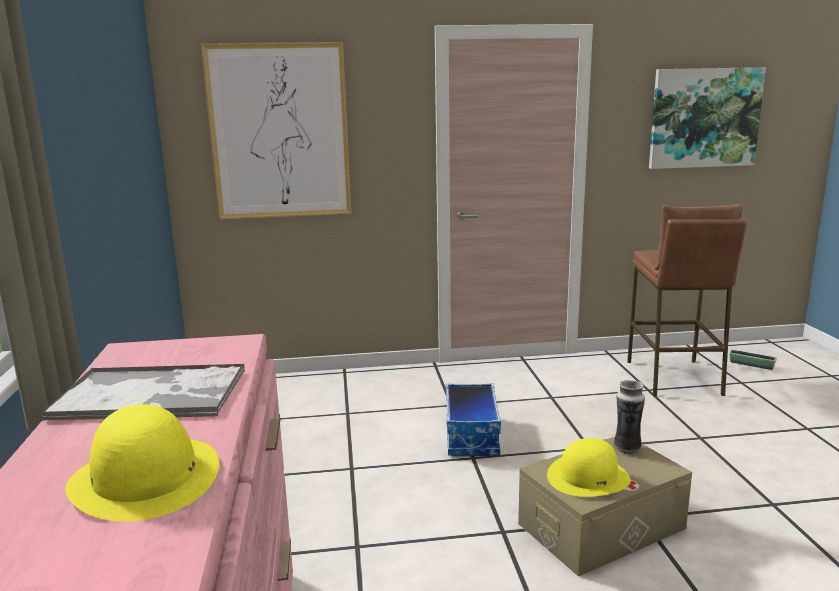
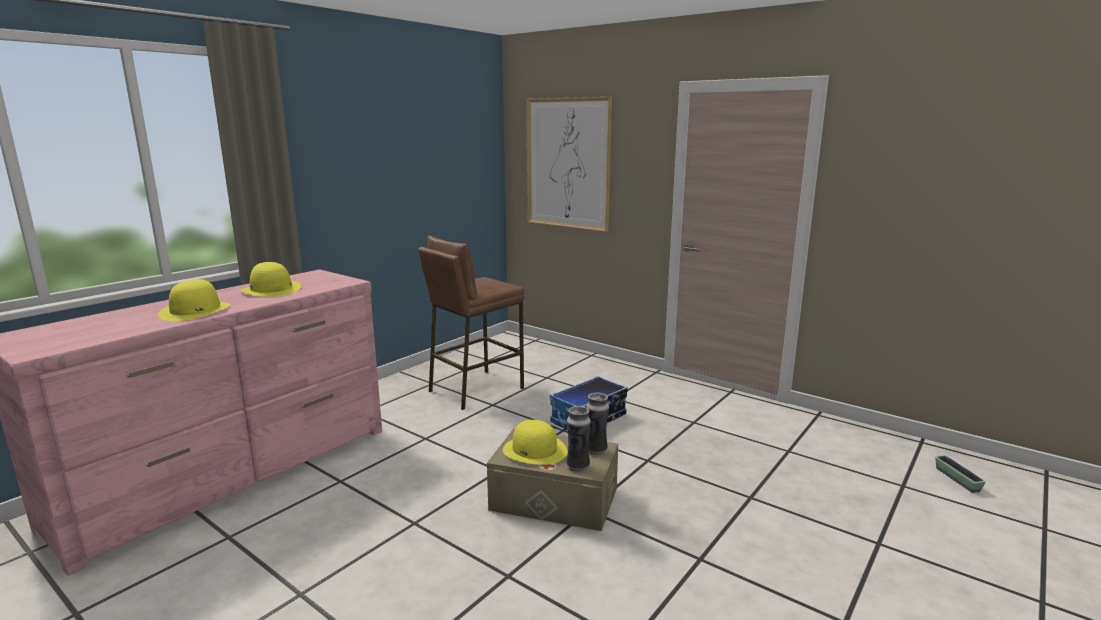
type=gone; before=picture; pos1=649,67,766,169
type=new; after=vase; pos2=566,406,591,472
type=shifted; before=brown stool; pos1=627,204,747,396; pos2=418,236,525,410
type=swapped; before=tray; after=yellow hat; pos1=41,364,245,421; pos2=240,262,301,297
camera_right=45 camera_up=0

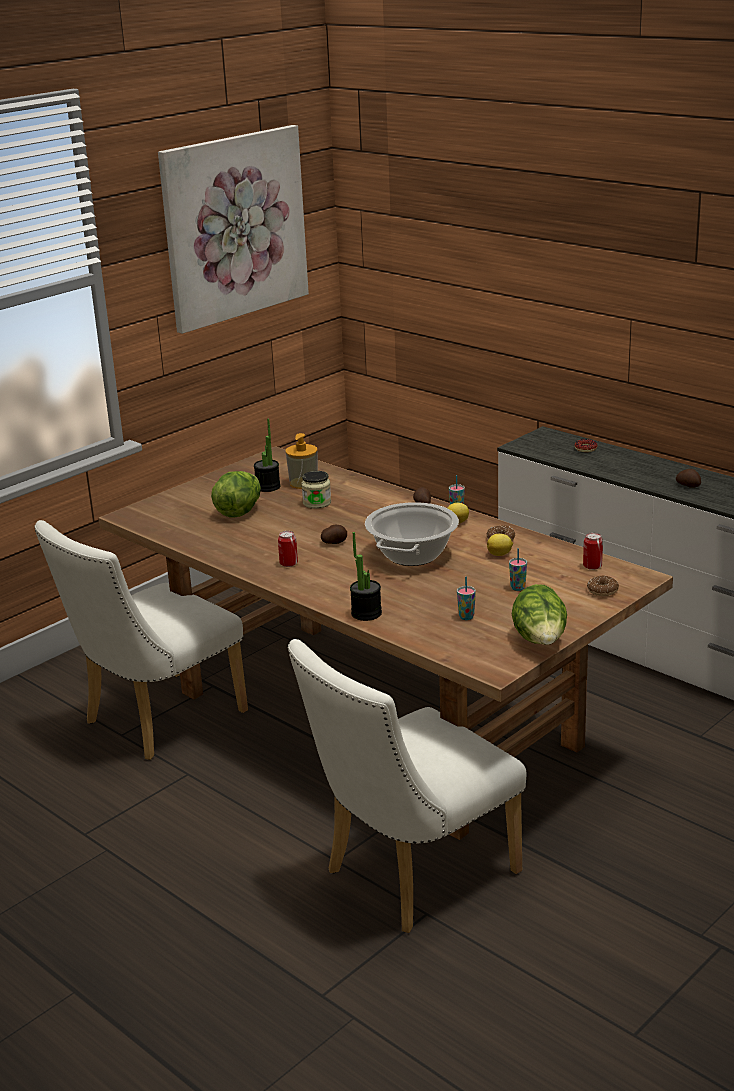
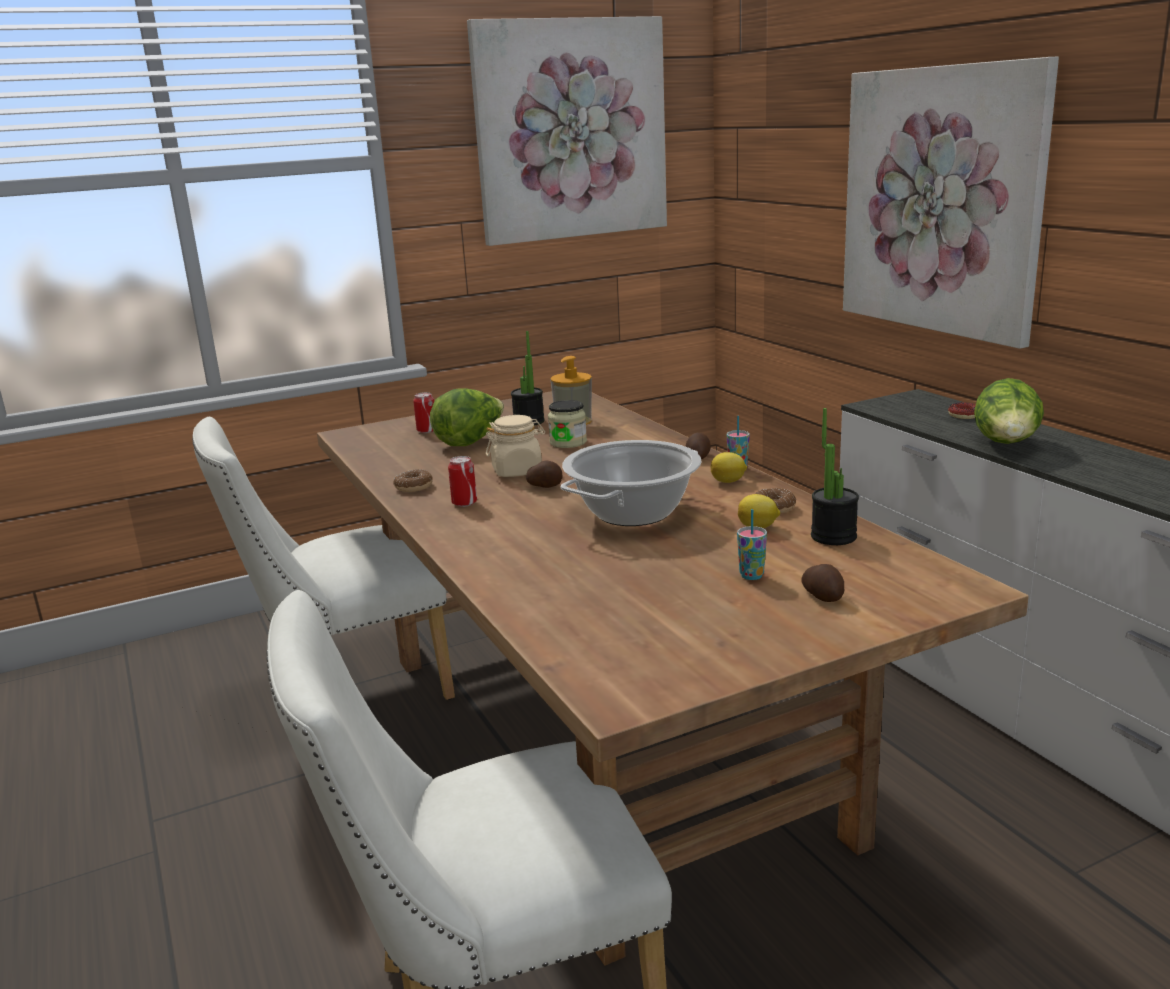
type=gone; before=cup; pos1=457,576,476,620
type=new; after=beige jar; pos2=486,415,545,477
type=new; after=picture; pos2=843,56,1059,349
type=shifted; before=potted plant; pos1=350,532,382,621; pos2=811,408,859,545
type=shifted; before=lettuce; pos1=512,584,567,645; pos2=974,378,1044,444
type=shifted; before=can; pos1=583,532,603,570; pos2=413,392,434,433
type=shifted; before=donut; pos1=587,576,619,596; pos2=393,469,433,492
type=shifted; before=potato; pos1=676,469,701,488; pos2=801,564,844,602
camera_right=20 camera_up=-5

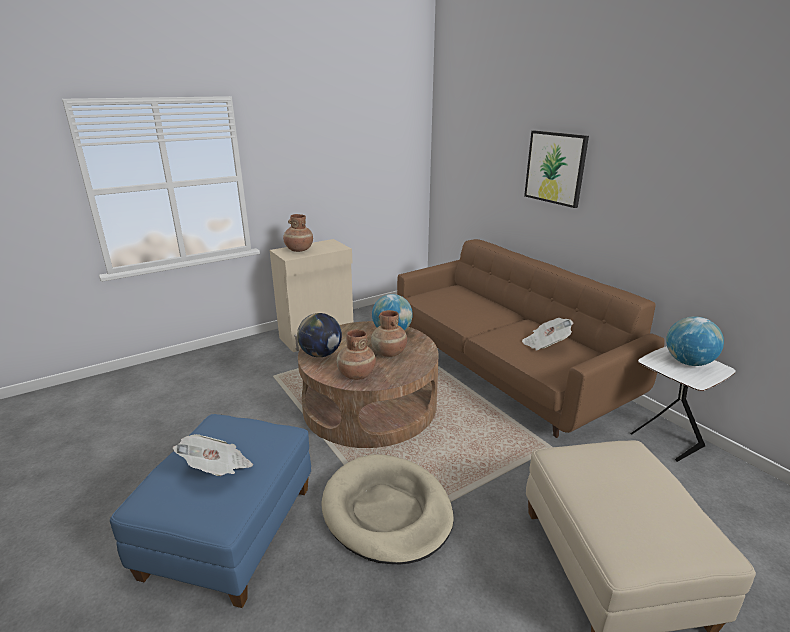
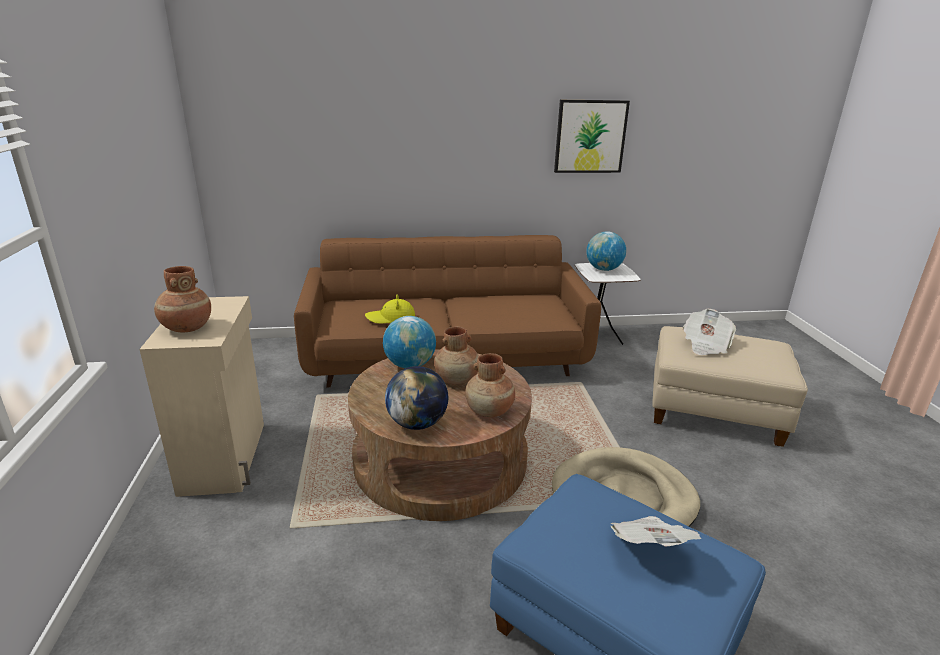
type=new; after=yellow hat; pos2=365,294,415,324
type=shifted; before=newspaper; pos1=522,318,574,350; pos2=683,309,736,355
type=shifted; before=picture; pos1=524,130,589,208; pos2=554,100,630,173
camera_right=-65 camera_up=0

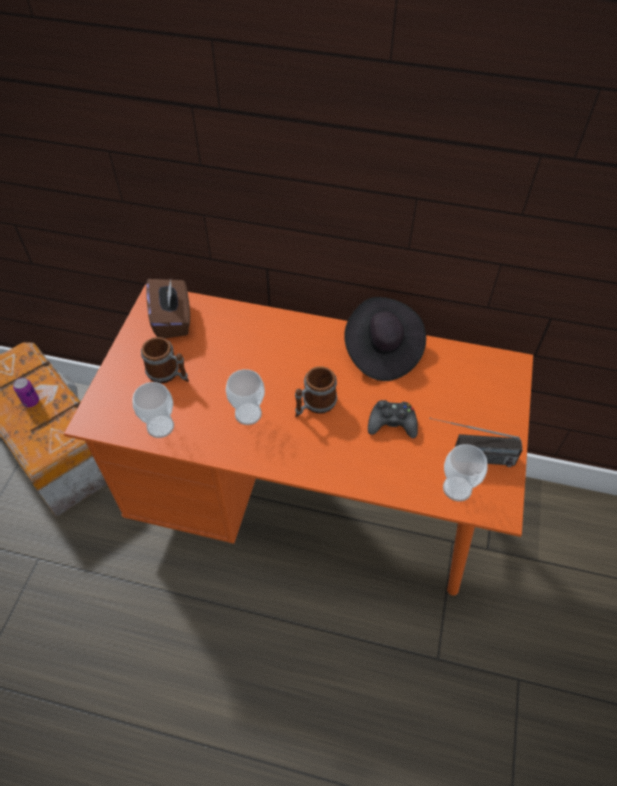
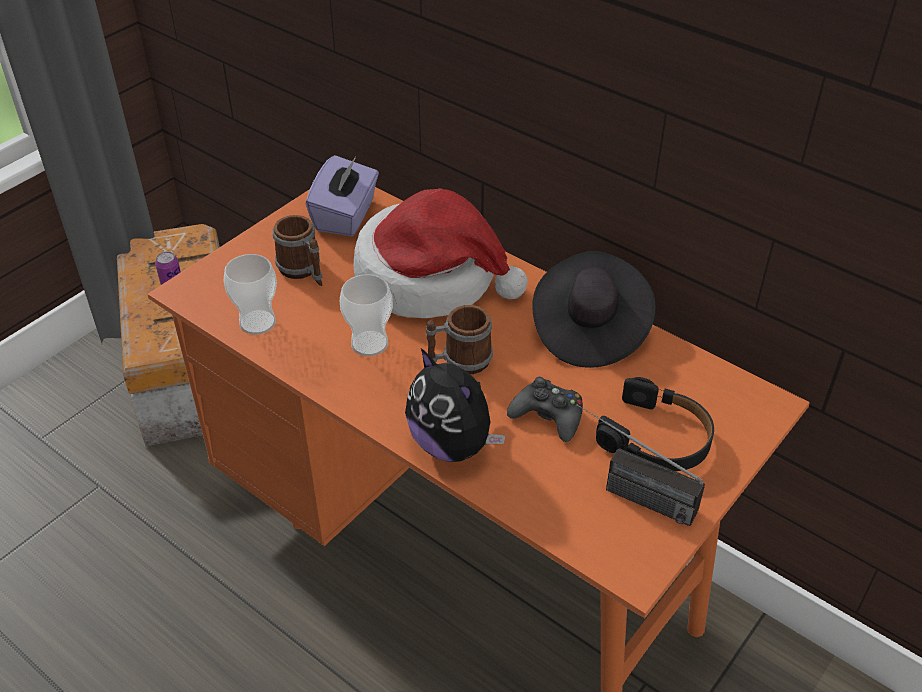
type=gone; before=cup; pos1=443,444,488,502
type=new; after=hat; pos2=353,189,528,318
type=new; after=plush toy; pos2=405,348,506,462
type=new; after=black headphones; pos2=596,377,714,471
type=repainted; before=brown tissue box; after=purple tissue box; pos1=146,279,190,338; pos2=306,155,379,236
camera_right=25 camera_up=-10

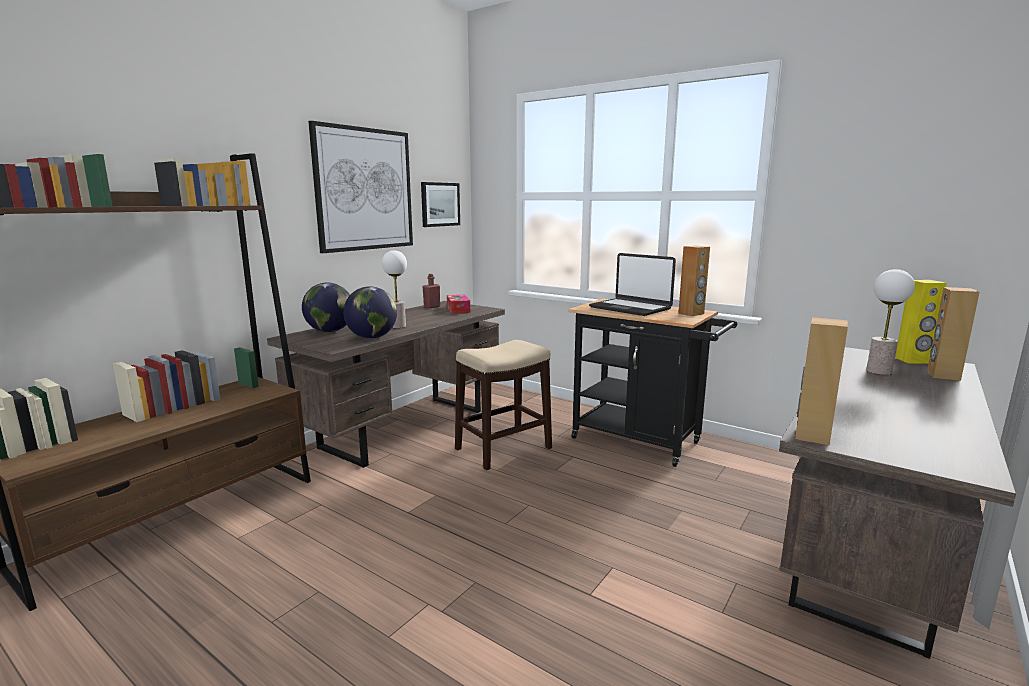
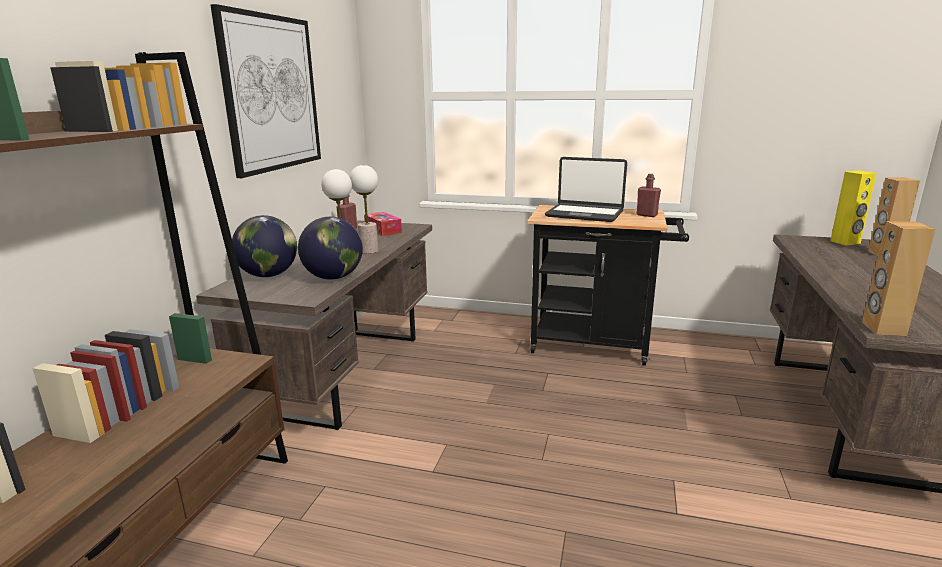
type=gone; before=picture; pos1=421,182,460,227
type=gone; before=stool; pos1=455,340,552,470
type=shifted; before=table lamp; pos1=867,269,915,375; pos2=350,165,378,254
type=swapped; before=brown speaker; after=red bottle; pos1=678,246,710,316; pos2=636,174,661,217
camera_right=-20 camera_up=5

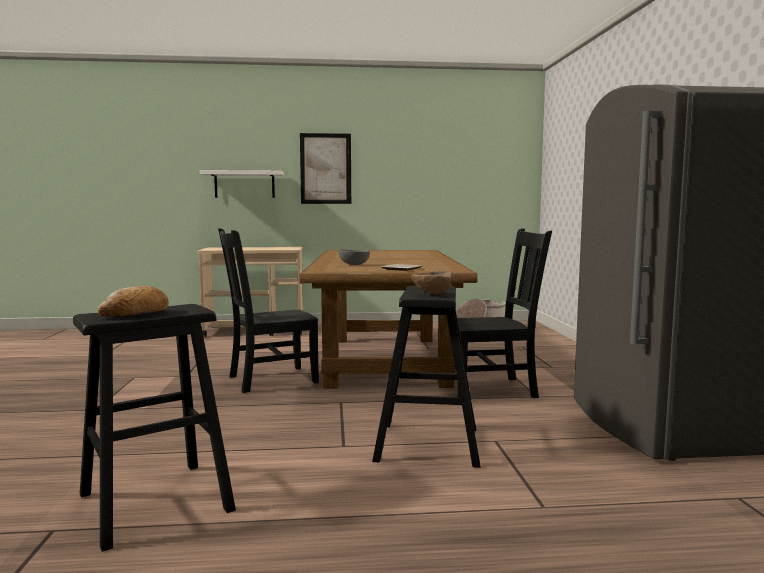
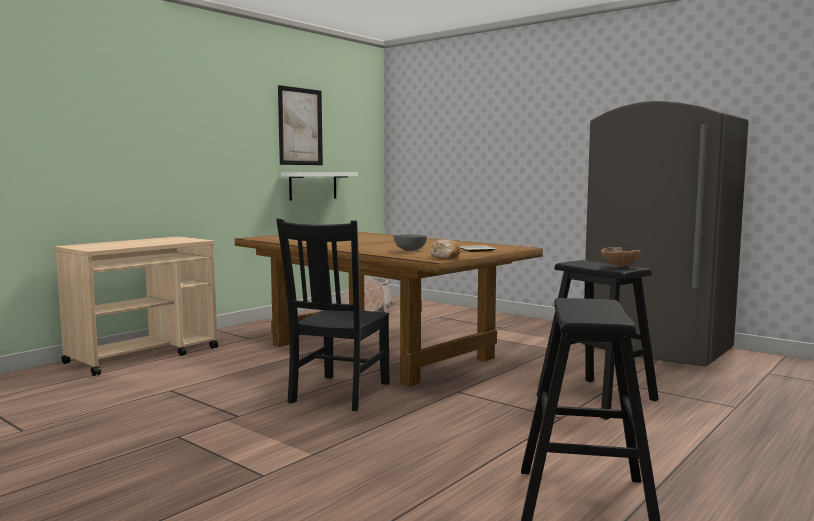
type=gone; before=black chair; pos1=447,228,552,398
type=shifted; before=bread; pos1=98,286,169,317; pos2=430,239,461,259
type=shifted; before=white shelf; pos1=200,170,284,198; pos2=281,172,358,200
type=shifted; before=picture; pos1=300,133,351,204; pos2=278,85,323,165
camera_right=-45 camera_up=0

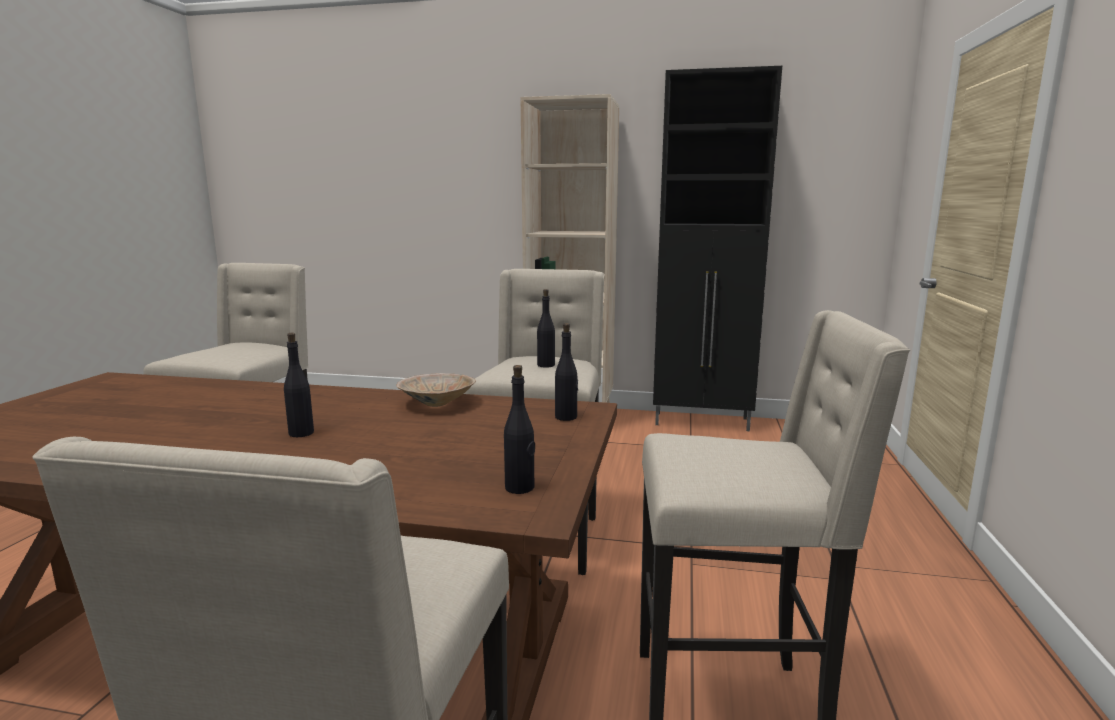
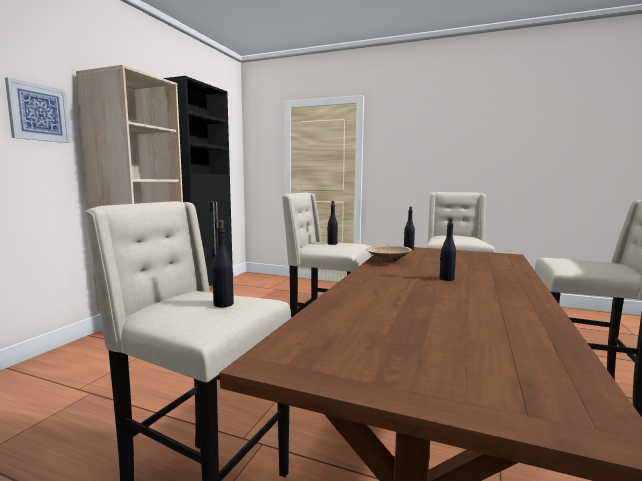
type=new; after=picture; pos2=5,78,70,143
type=shifted; before=black bottle; pos1=504,365,535,494; pos2=212,220,234,307
camera_right=-80 camera_up=-5

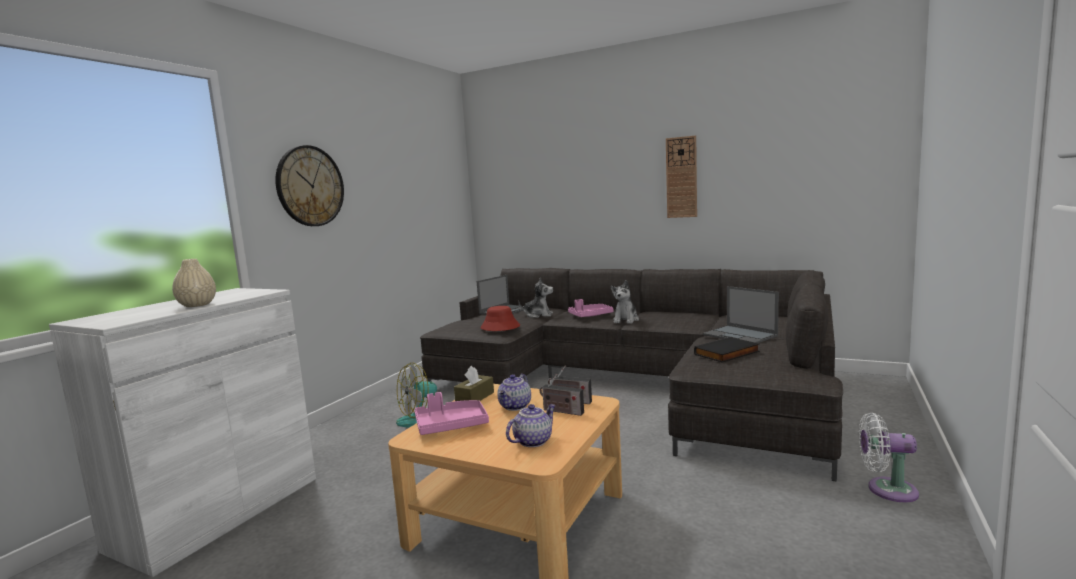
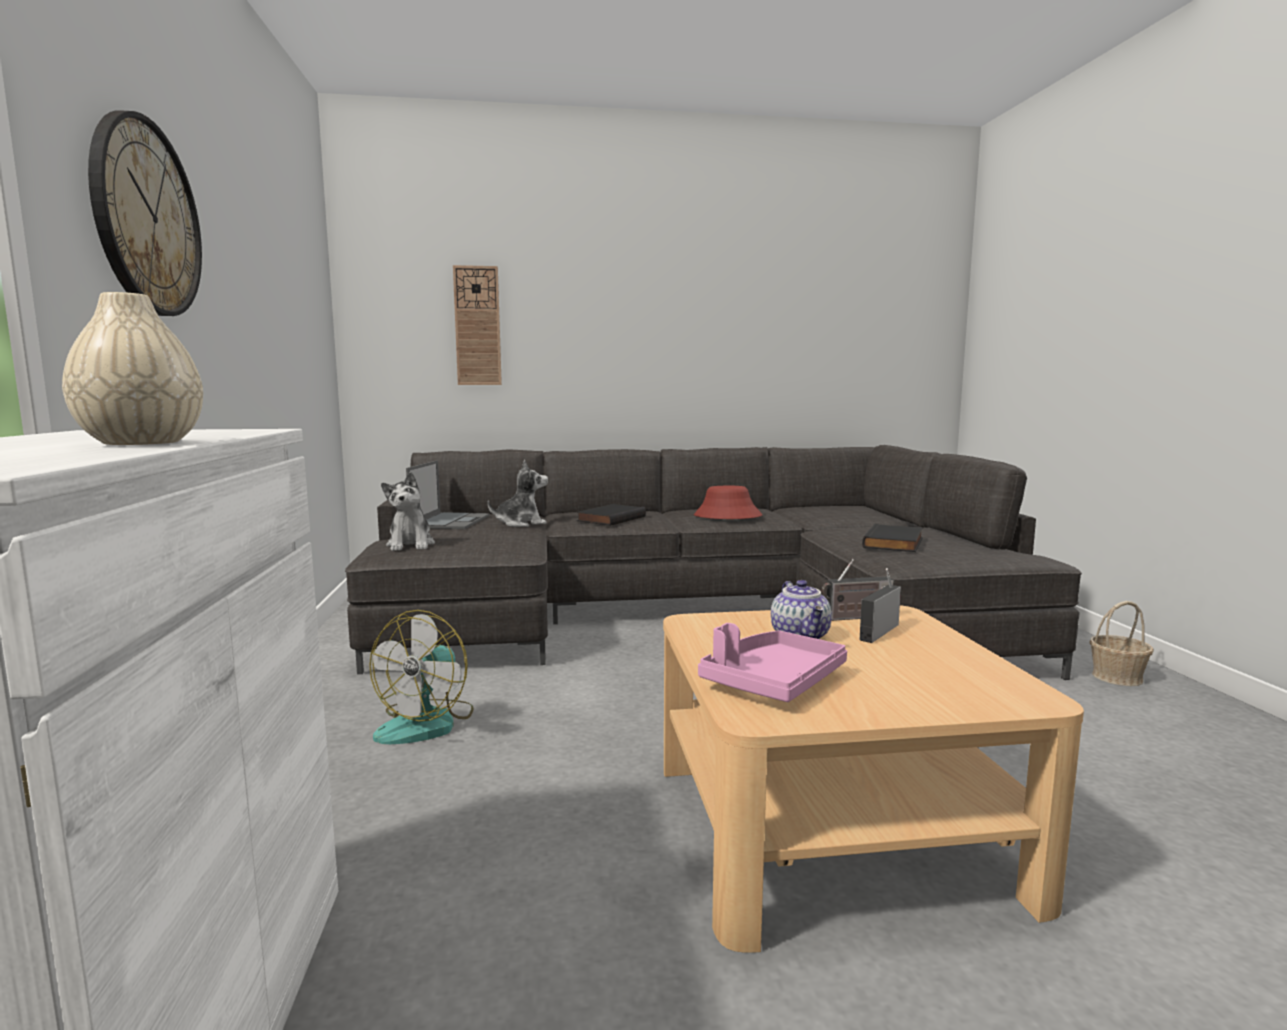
type=gone; before=brown tissue box; pos1=454,366,494,401
type=gone; before=teapot; pos1=506,404,556,447
type=gone; before=laptop; pos1=703,286,779,343
type=shifted; before=red hat; pos1=480,306,520,331; pos2=694,486,762,519
type=shifted; before=plush toy; pos1=611,280,639,324; pos2=381,472,435,551
type=shifted; before=wall clock; pos1=666,135,697,218; pos2=453,265,502,385
type=swapped; before=pink tray; after=black book; pos1=568,299,614,317; pos2=576,504,646,526
type=swapped; before=white fan; after=basket; pos1=859,413,919,502; pos2=1089,601,1154,686
type=rotated; before=radio; pos1=540,374,584,416; pos2=860,568,901,643; turn=135
camera_right=-35 camera_up=0

